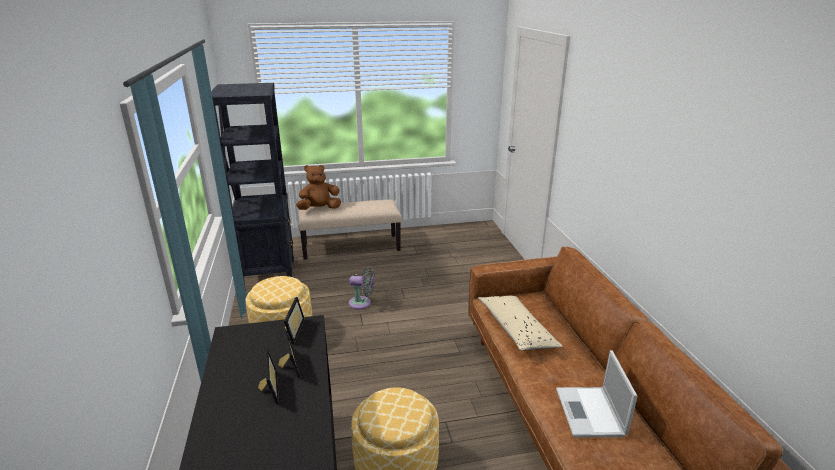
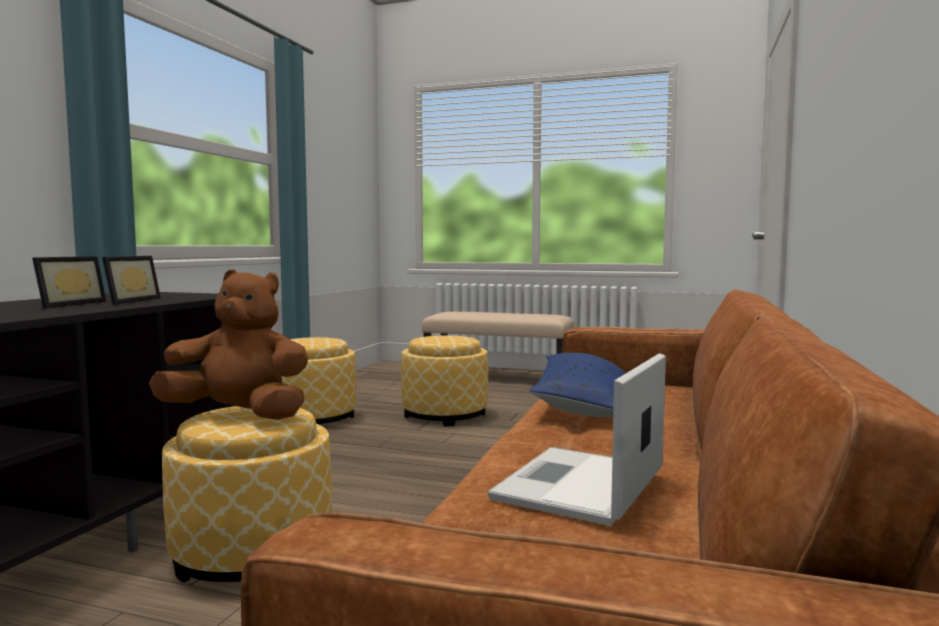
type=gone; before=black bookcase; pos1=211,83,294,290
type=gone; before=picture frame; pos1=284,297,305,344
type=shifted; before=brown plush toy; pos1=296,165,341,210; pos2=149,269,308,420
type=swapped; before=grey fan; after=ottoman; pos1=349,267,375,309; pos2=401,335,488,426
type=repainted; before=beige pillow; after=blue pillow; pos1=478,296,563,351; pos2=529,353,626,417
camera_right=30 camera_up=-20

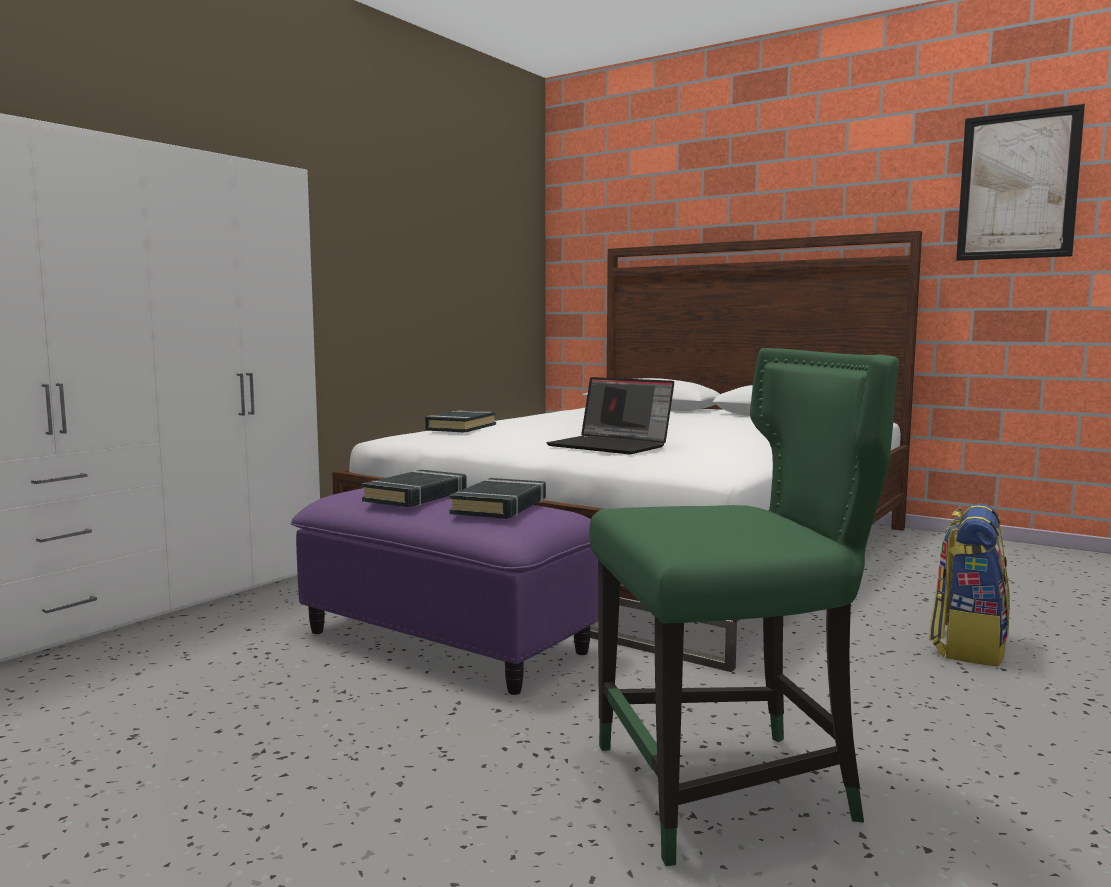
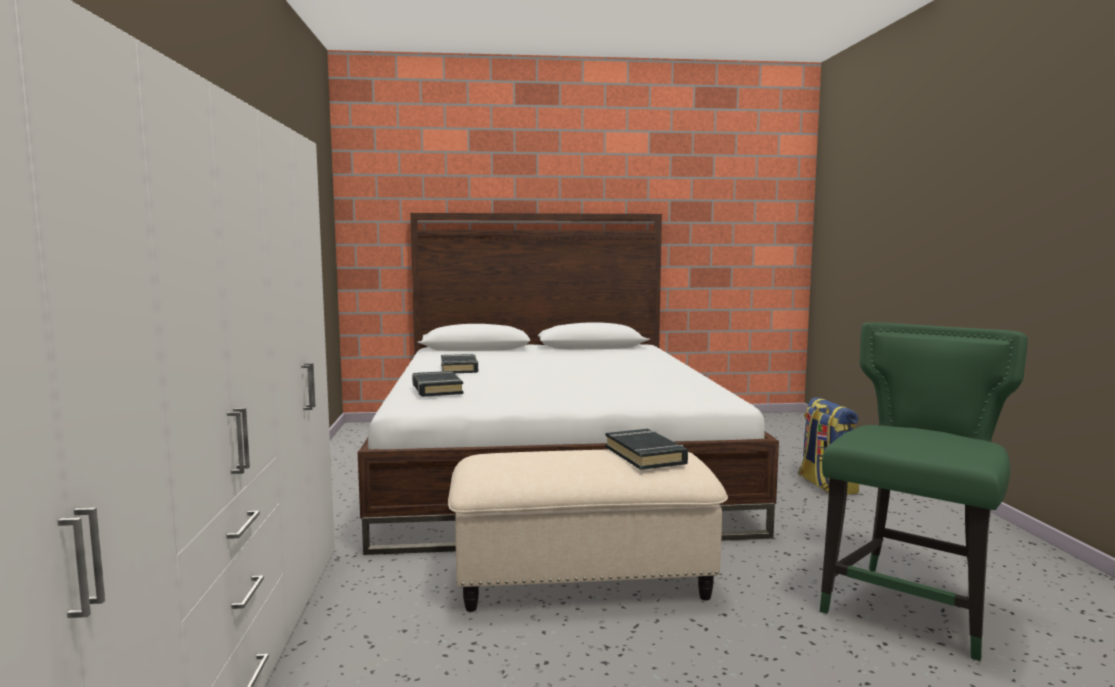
type=gone; before=laptop; pos1=546,377,674,454
type=gone; before=picture; pos1=956,104,1085,261
type=shifted; before=black book; pos1=361,470,467,507; pos2=441,354,478,373
type=repainted; before=purple ottoman; after=beige ottoman; pos1=291,488,598,695; pos2=448,449,728,612
camera_right=-40 camera_up=0

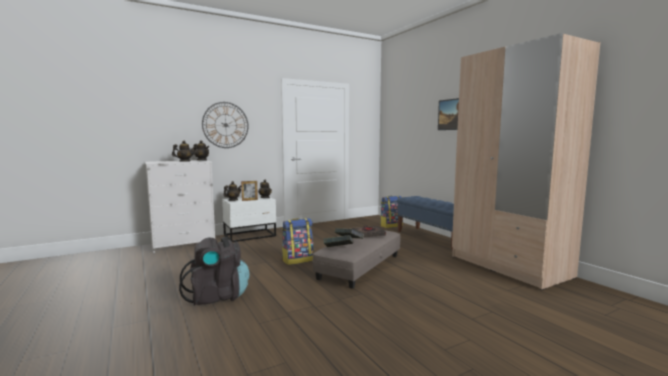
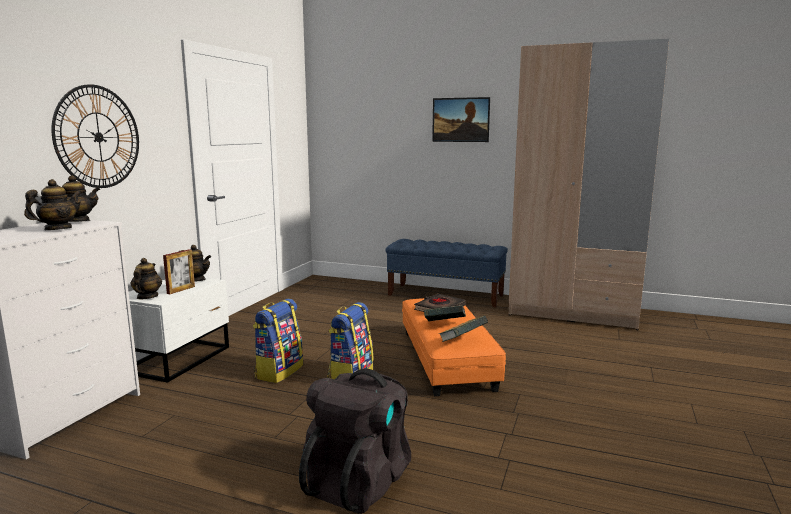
type=shifted; before=backpack; pos1=380,196,403,228; pos2=253,299,303,383
type=repainted; before=grey ottoman; after=orange ottoman; pos1=313,230,400,289; pos2=402,298,506,396
camera_right=-40 camera_up=5

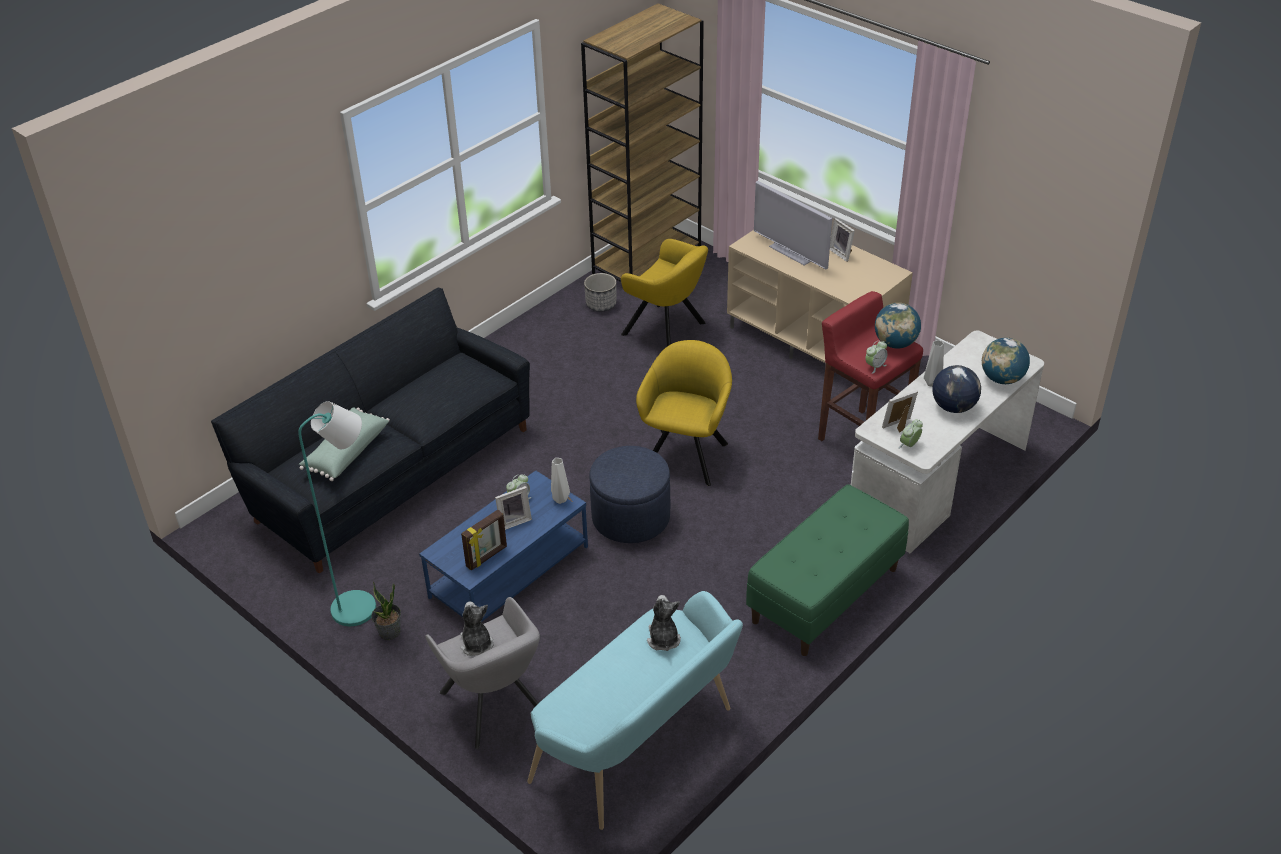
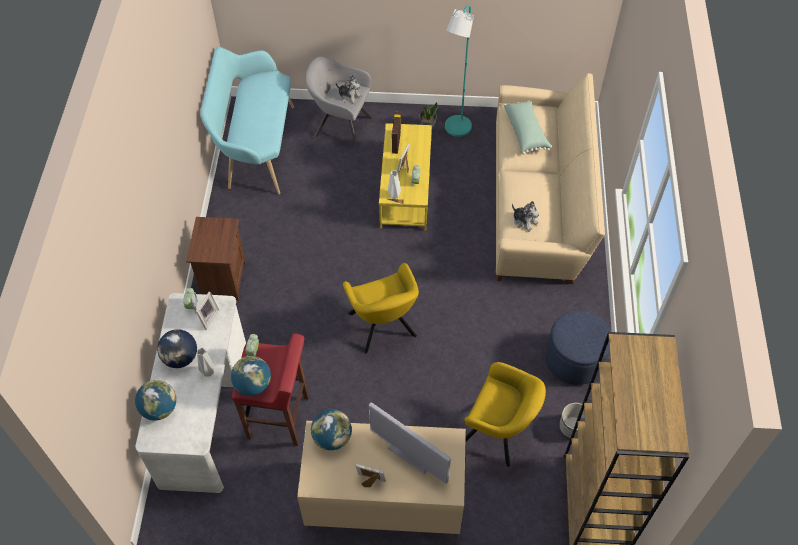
type=new; after=globe; pos2=311,409,352,450
type=shifted; before=blue ottoman; pos1=589,446,670,543; pos2=545,310,611,385
type=shifted; before=plush toy; pos1=647,595,681,651; pos2=512,201,539,232
type=swapped; before=green bench; after=brown nightstand; pos1=746,484,909,656; pos2=186,217,246,301
type=repainted; before=black sofa; after=beige sofa; pos1=211,288,530,573; pos2=496,73,605,284
type=repainted; before=blue coffee table; after=yellow coffee table; pos1=419,470,588,622; pos2=379,123,432,231
type=rotated; before=yellow armchair; pos1=621,239,708,346; pos2=464,362,546,467; turn=-150
type=rotated; before=television; pos1=754,181,832,269; pos2=369,402,451,484; turn=-150
camera_right=140 camera_up=15

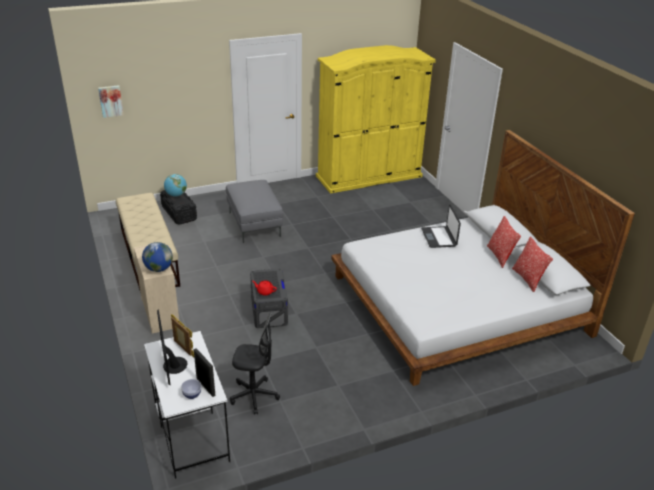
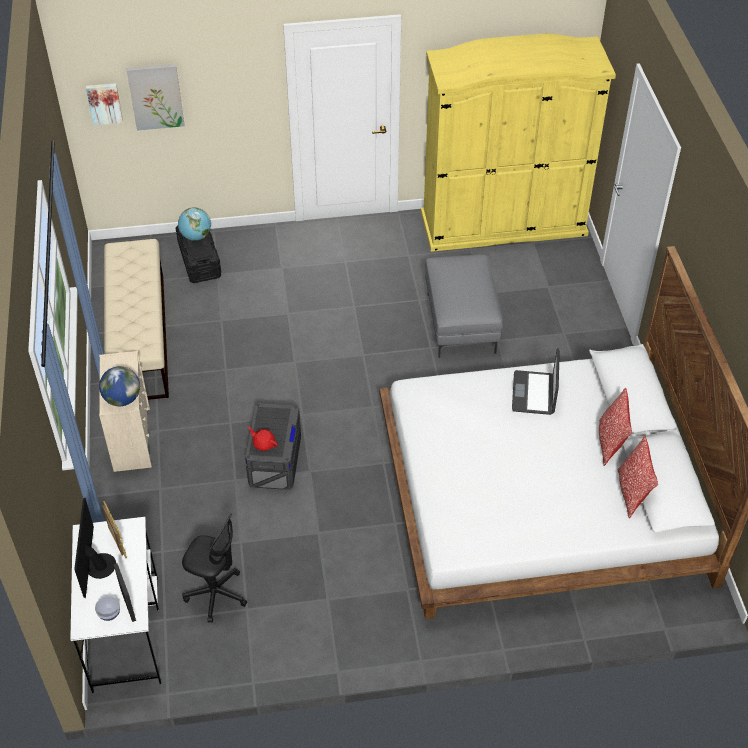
type=new; after=picture; pos2=127,64,185,131
type=shifted; before=grey ottoman; pos1=226,180,283,243; pos2=425,254,503,358
camera_right=15 camera_up=15

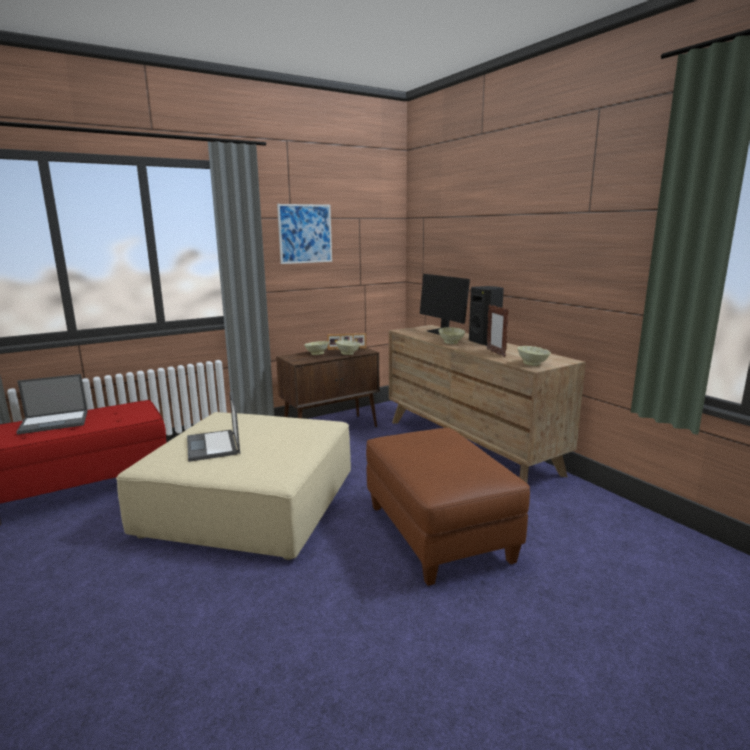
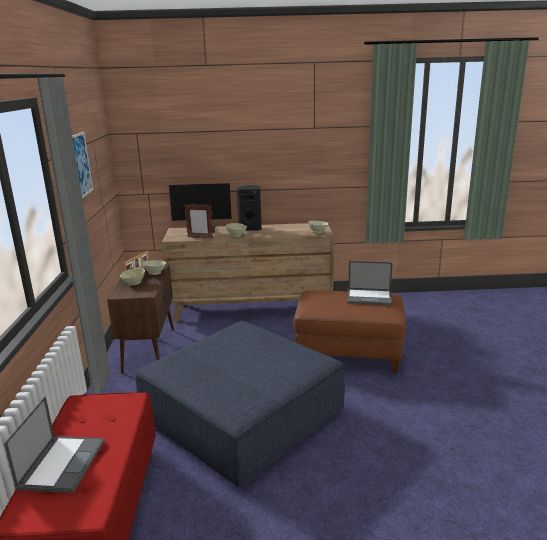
type=shifted; before=laptop; pos1=187,392,240,462; pos2=347,261,393,306
type=shifted; before=picture frame; pos1=487,304,509,357; pos2=184,204,214,239
type=repainted; before=beige ottoman; after=blue ottoman; pos1=116,412,351,560; pos2=134,321,345,487
camera_right=-60 camera_up=5

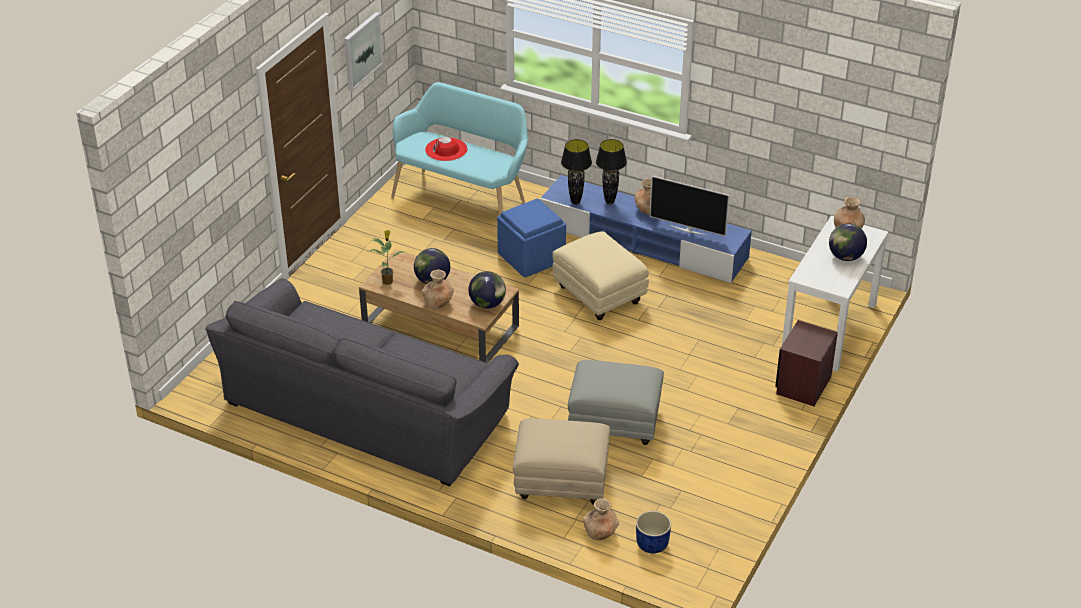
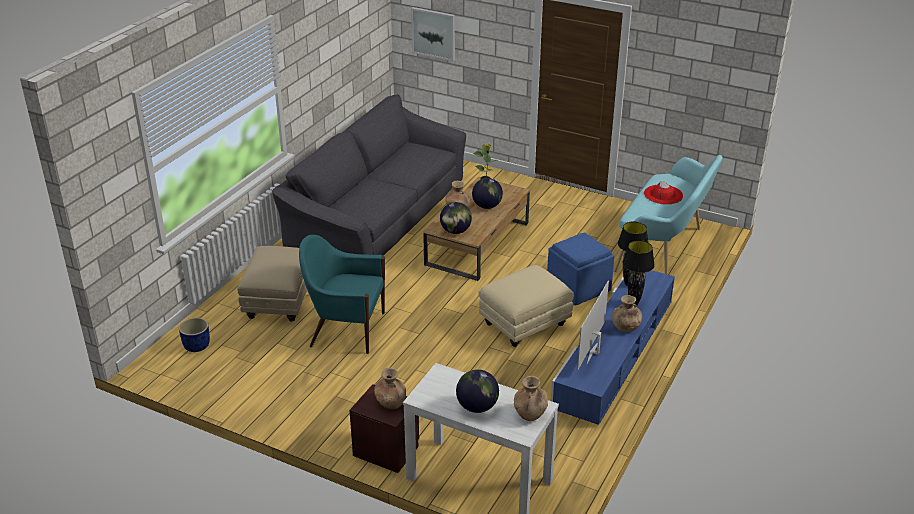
type=shifted; before=picture; pos1=344,12,383,91; pos2=411,7,455,61
type=shifted; before=brown vase; pos1=582,498,619,540; pos2=374,368,406,409
type=swapped; before=grey ottoman; after=turquoise armchair; pos1=568,360,664,445; pos2=299,235,385,354
camera_right=90 camera_up=-5

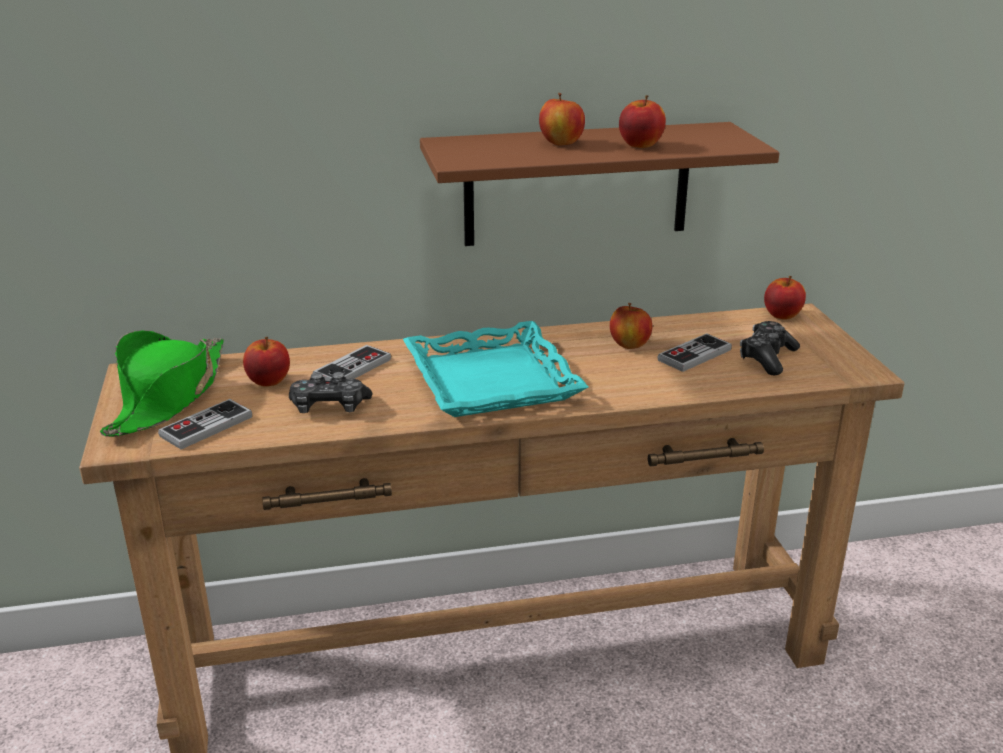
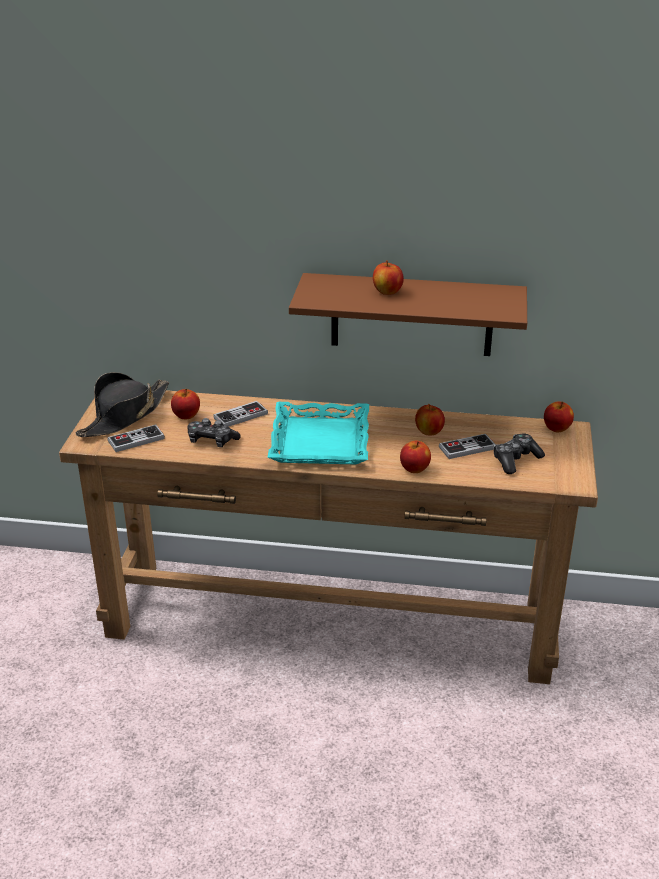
type=shifted; before=apple; pos1=619,95,666,148; pos2=400,441,431,473
type=repainted; before=green hat; after=black hat; pos1=100,330,223,437; pos2=75,372,169,437
camera_right=20 camera_up=5

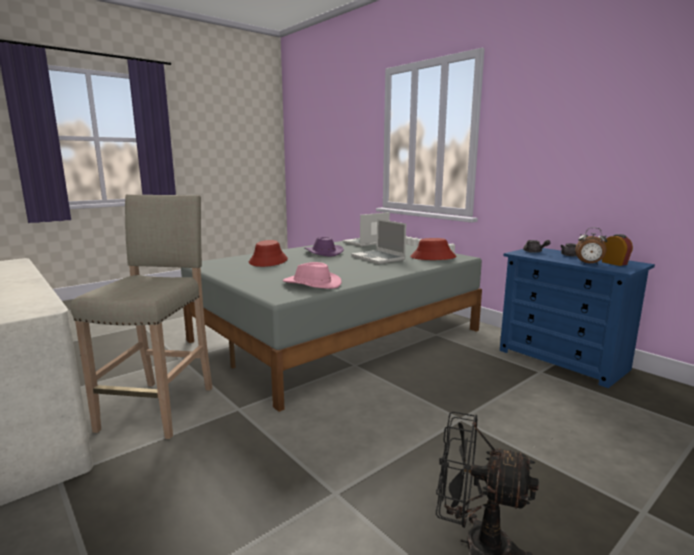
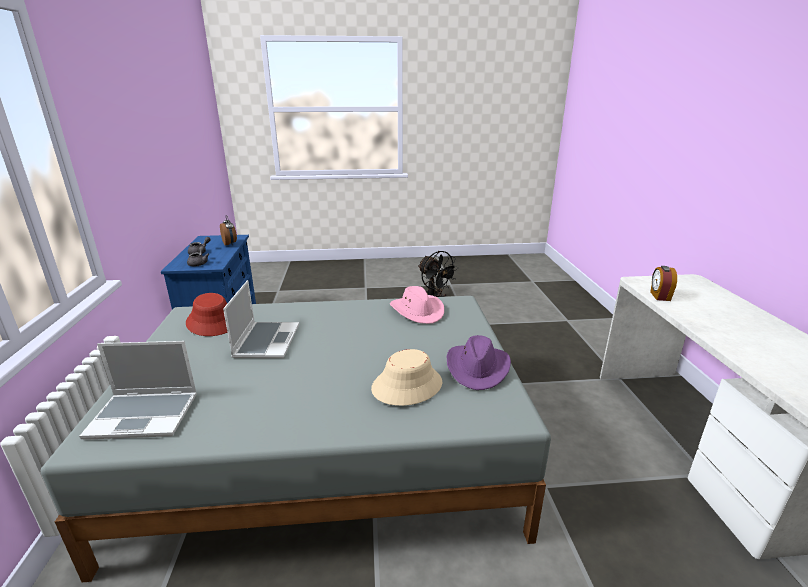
type=gone; before=beige stool; pos1=71,194,213,439
type=shifted; before=purple hat; pos1=305,237,344,257; pos2=447,335,511,390
type=shifted; before=alarm clock; pos1=602,234,633,266; pos2=650,266,677,301
type=repainted; before=red hat; after=beige hat; pos1=249,240,288,267; pos2=371,349,442,406
camera_right=-145 camera_up=10

